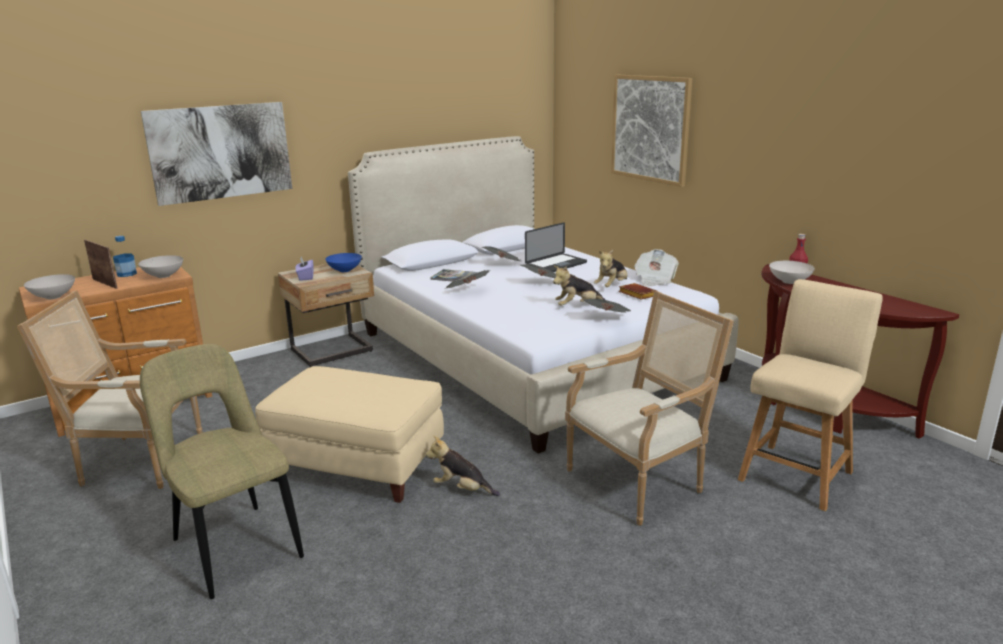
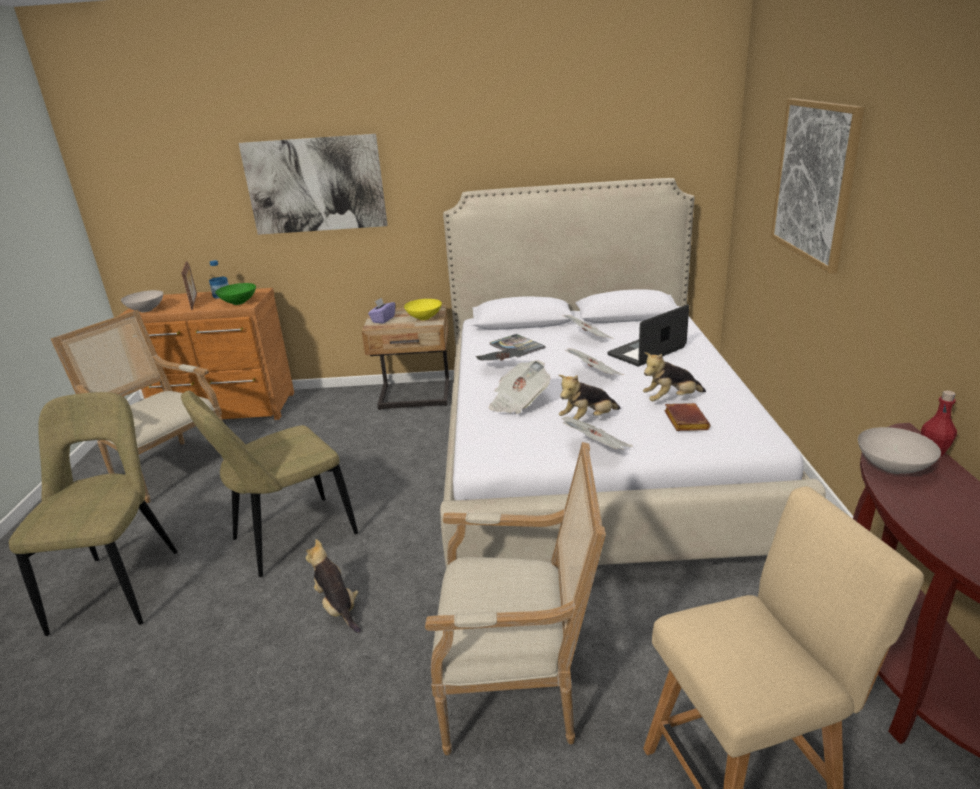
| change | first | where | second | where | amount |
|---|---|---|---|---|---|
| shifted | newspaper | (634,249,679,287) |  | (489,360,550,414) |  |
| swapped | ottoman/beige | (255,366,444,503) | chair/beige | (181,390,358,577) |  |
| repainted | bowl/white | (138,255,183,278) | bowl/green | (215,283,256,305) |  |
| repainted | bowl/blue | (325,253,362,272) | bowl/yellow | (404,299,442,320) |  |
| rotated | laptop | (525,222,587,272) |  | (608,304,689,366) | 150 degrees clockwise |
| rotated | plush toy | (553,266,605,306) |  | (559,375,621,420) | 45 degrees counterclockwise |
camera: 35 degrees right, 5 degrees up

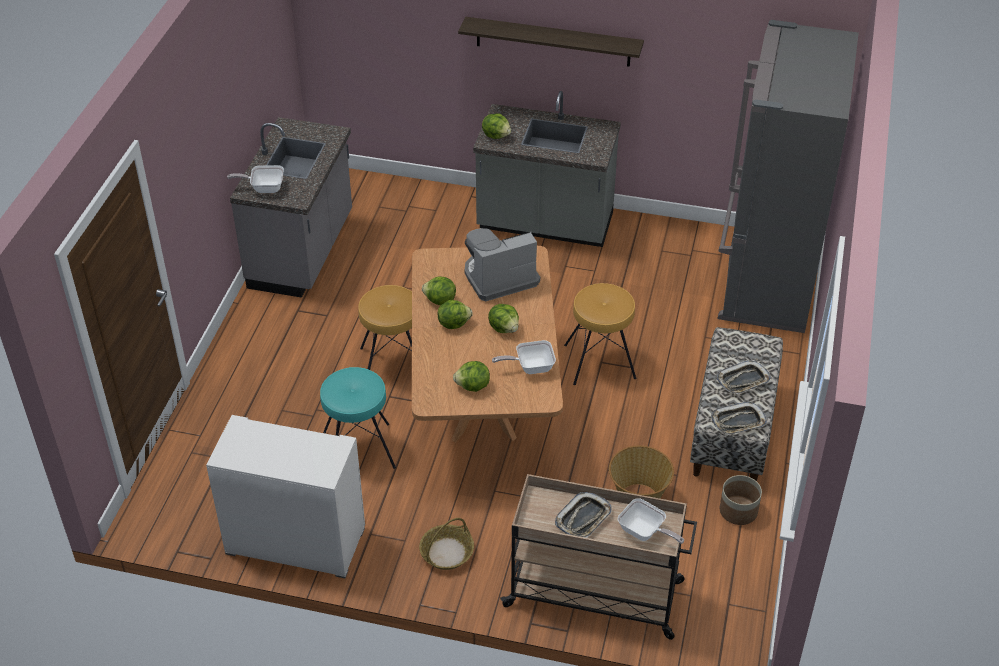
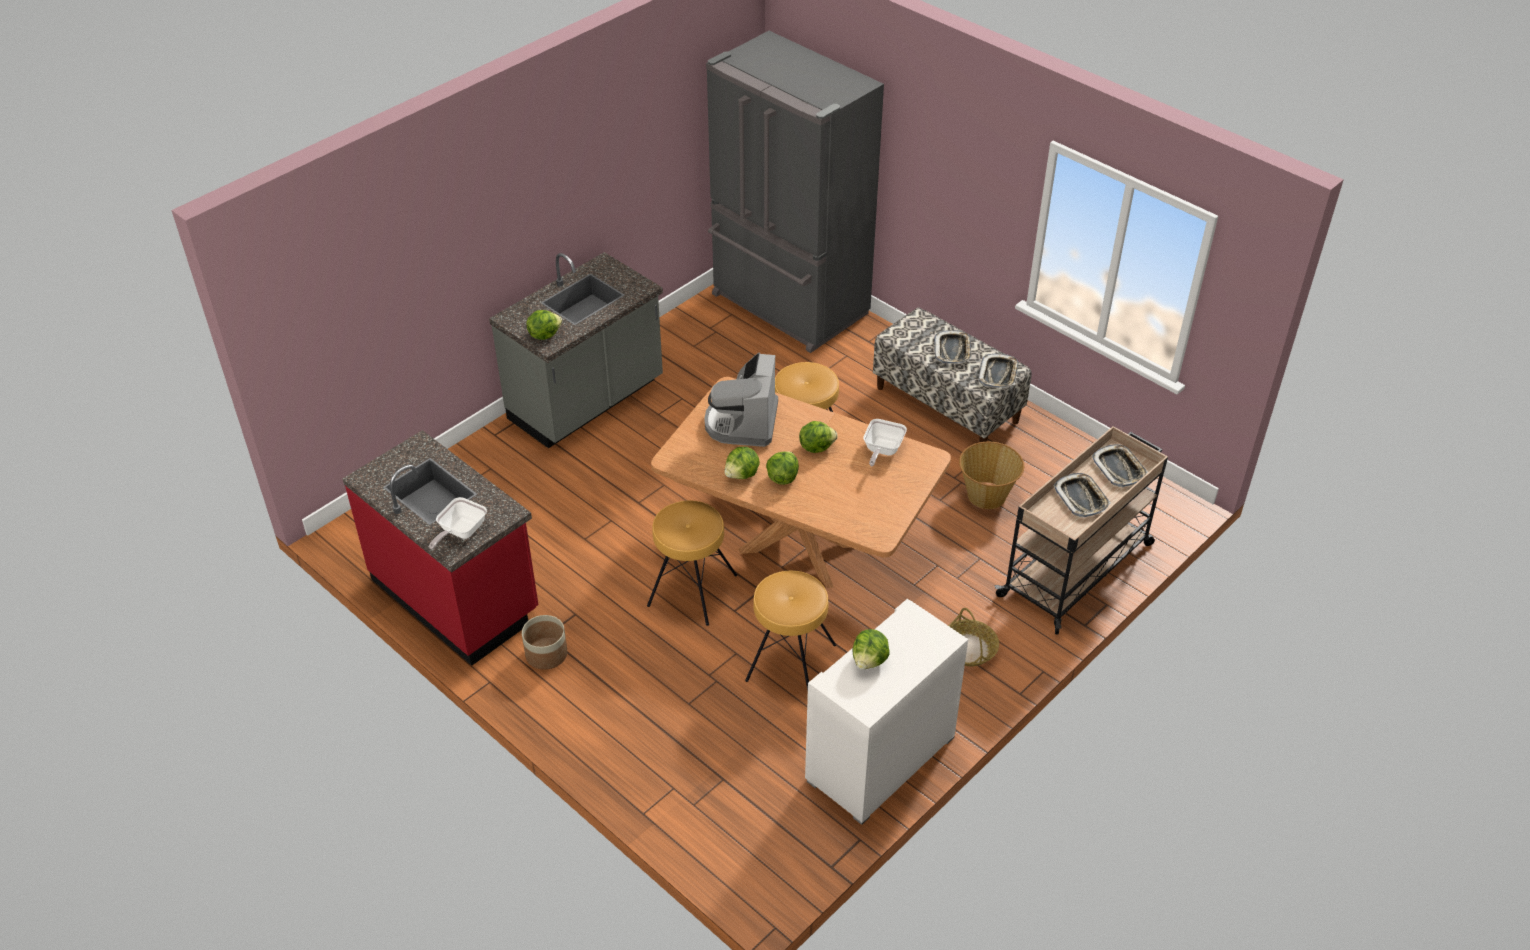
| change | first | where | second | where | amount |
|---|---|---|---|---|---|
| gone | shelf | (458,17,644,67) |  |  |  |
| shifted | lettuce | (453,361,490,392) |  | (852,629,890,669) |  |
| shifted | planter | (720,475,762,525) |  | (522,615,567,670) |  |
| swapped | frying pan | (618,498,684,544) | tray | (1091,444,1148,487) |  |
| repainted | counter/grey | (230,117,352,298) | counter/red | (343,430,539,666) |  |
| repainted | stool/turquoise | (320,367,396,469) | stool/brown | (745,571,836,690) |  |
camera: 60 degrees left, 0 degrees up

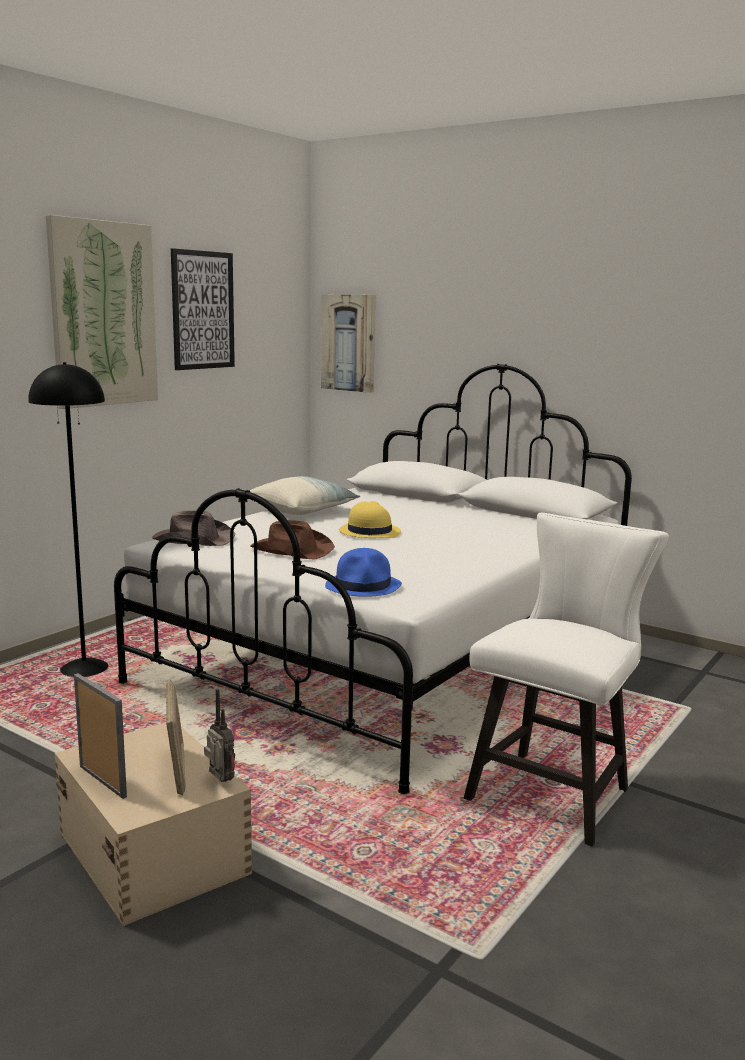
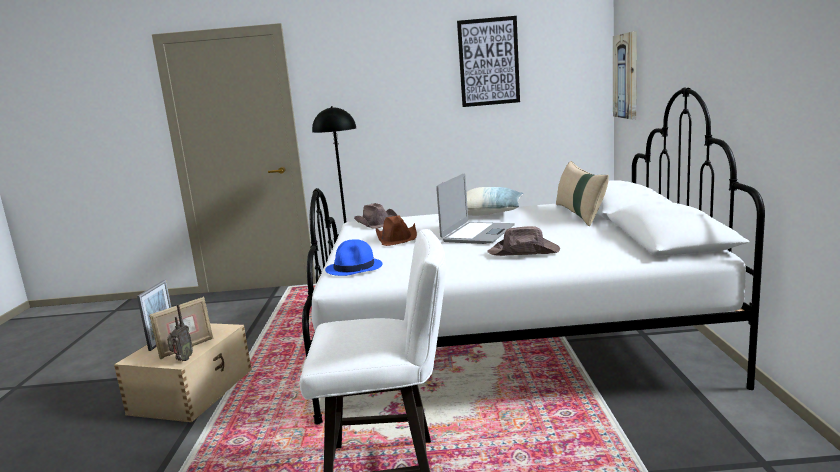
| change | first | where | second | where | amount |
|---|---|---|---|---|---|
| gone | picture | (46,215,158,409) |  |  |  |
| new |  |  | hat/brown | (487,226,560,256) |  |
| new |  |  | pillow/beige | (556,161,609,227) |  |
| swapped | hat/yellow | (339,501,401,538) | laptop | (436,173,515,244) |  |
camera: 55 degrees right, 0 degrees up

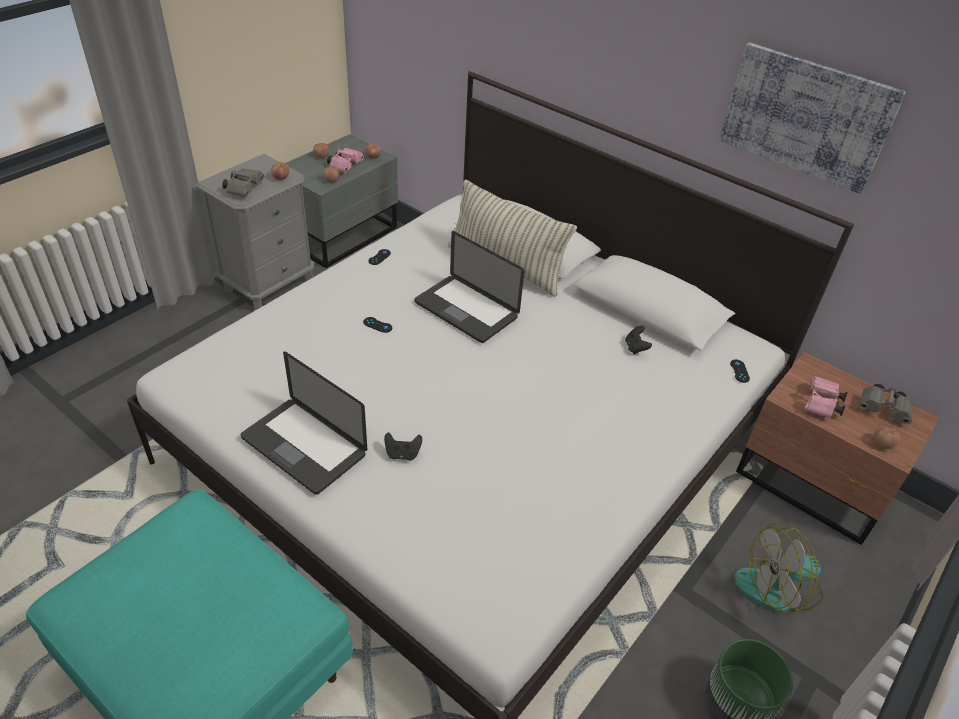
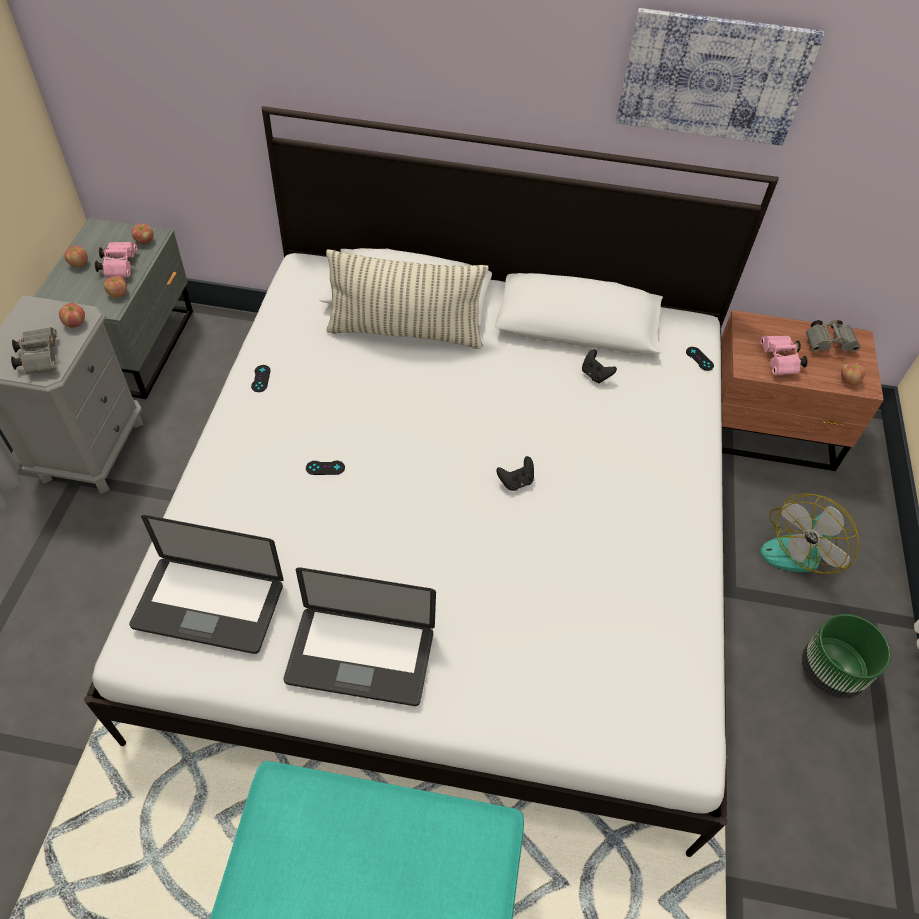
| change | first | where | second | where | amount |
|---|---|---|---|---|---|
| shifted | game controller/black | (384,432,422,461) |  | (496,456,534,491) |  |
| shifted | laptop | (414,231,524,343) |  | (129,515,284,654) |  |
camera: 30 degrees left, 10 degrees up

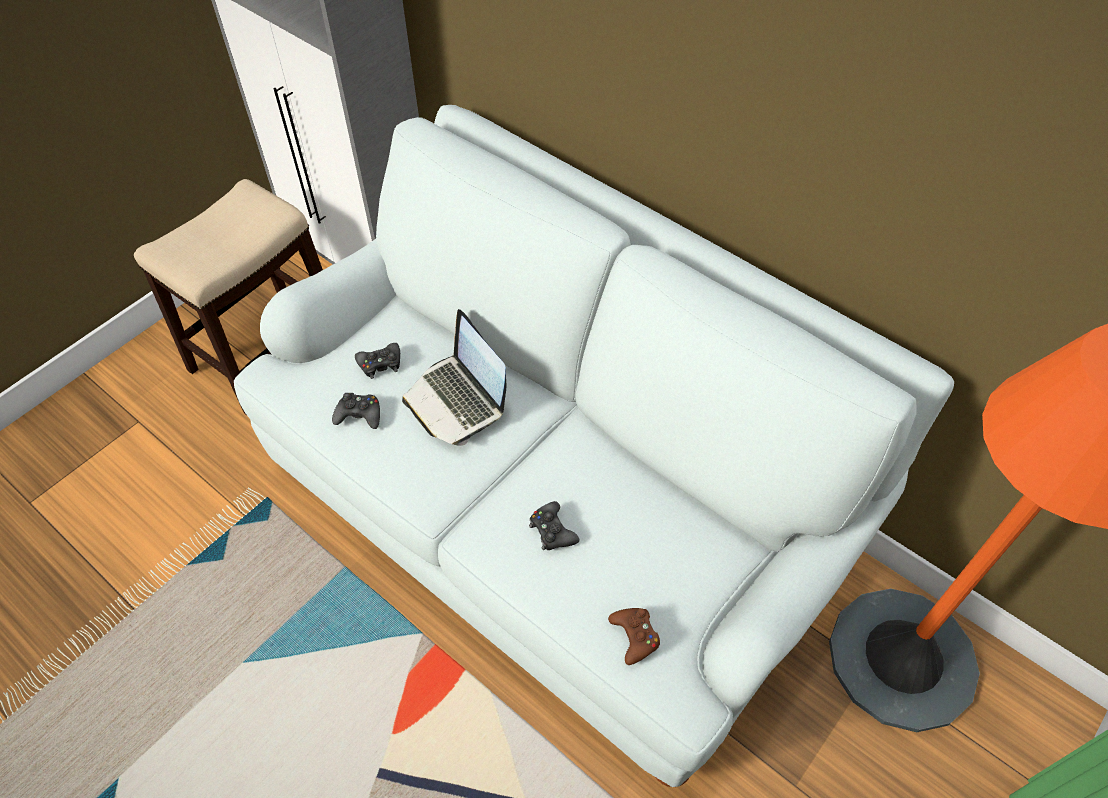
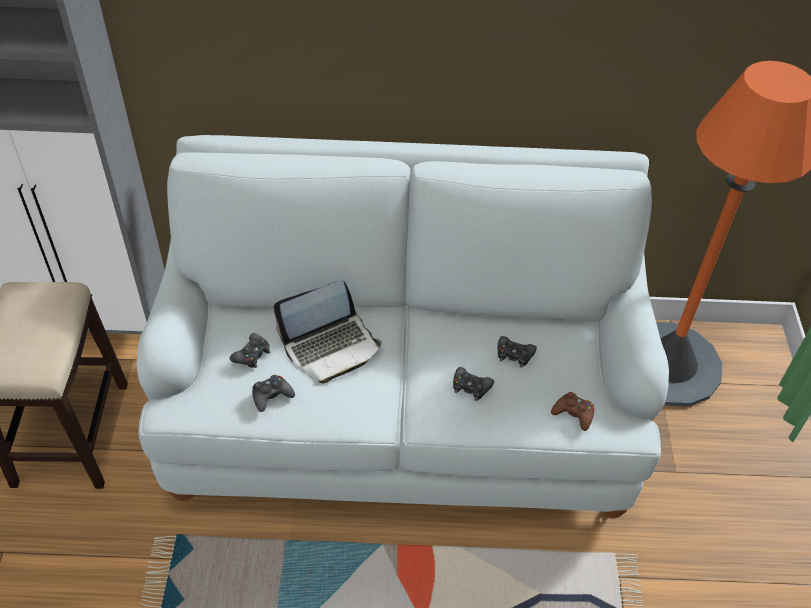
| change | first | where | second | where | amount |
|---|---|---|---|---|---|
| new |  |  | game controller/black | (498,336,537,367) |  |
| rotated | laptop | (402,309,506,446) |  | (273,280,381,384) | 45 degrees counterclockwise |
camera: 40 degrees left, 5 degrees down

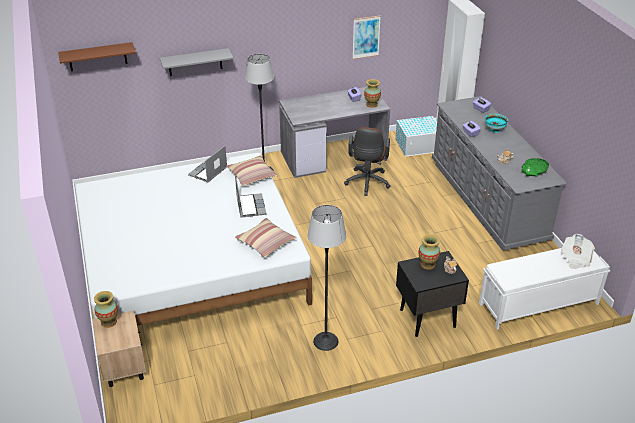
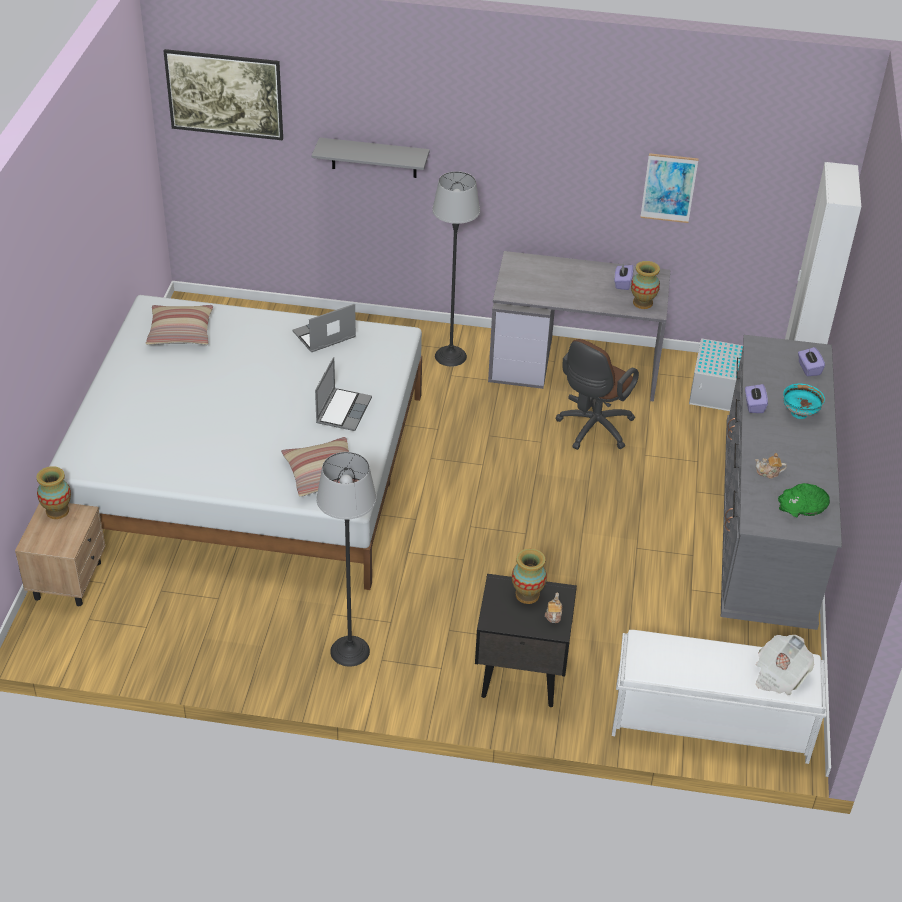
| change | first | where | second | where | amount |
|---|---|---|---|---|---|
| shifted | pillow | (226,156,278,186) |  | (146,305,213,345) |  |
| swapped | shelf/brown | (58,42,136,71) | picture | (164,49,283,141) |  |
camera: 25 degrees right, 5 degrees up

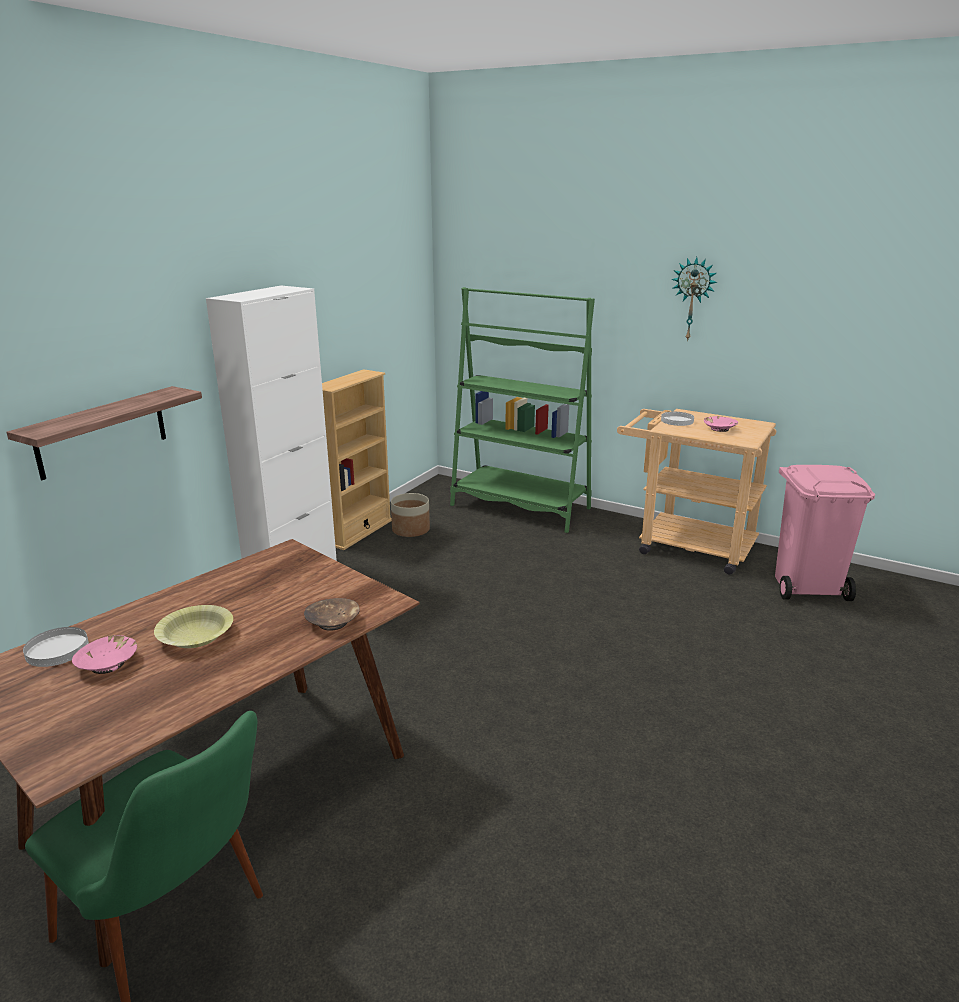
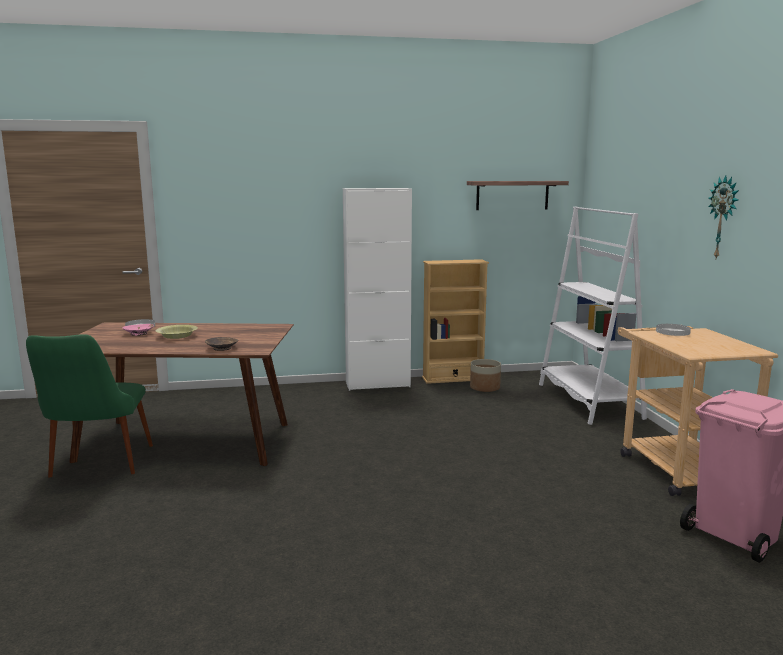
| change | first | where | second | where | amount |
|---|---|---|---|---|---|
| gone | bowl/pink | (704,416,738,432) |  |  |  |
| shifted | shelf | (6,386,202,480) |  | (467,181,569,210) |  |
| repainted | bookcase/green | (450,287,595,533) | bookcase/white | (539,206,647,425) |  |
camera: 50 degrees right, 10 degrees down

